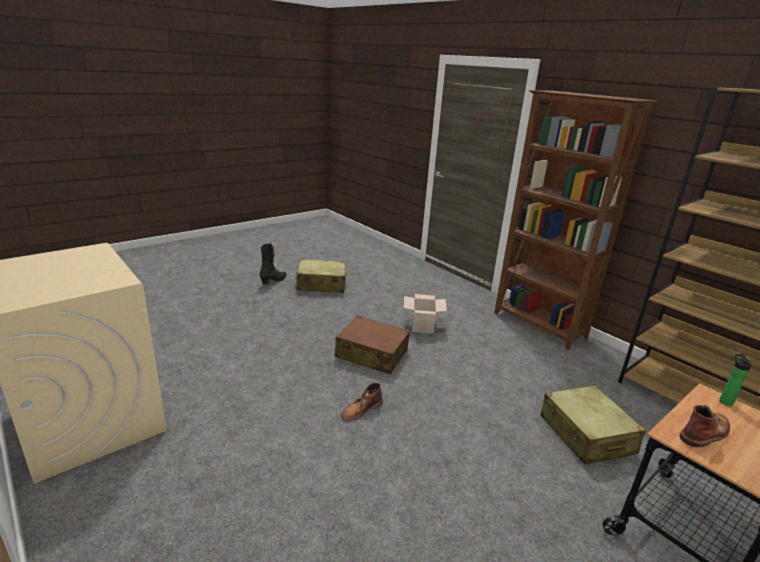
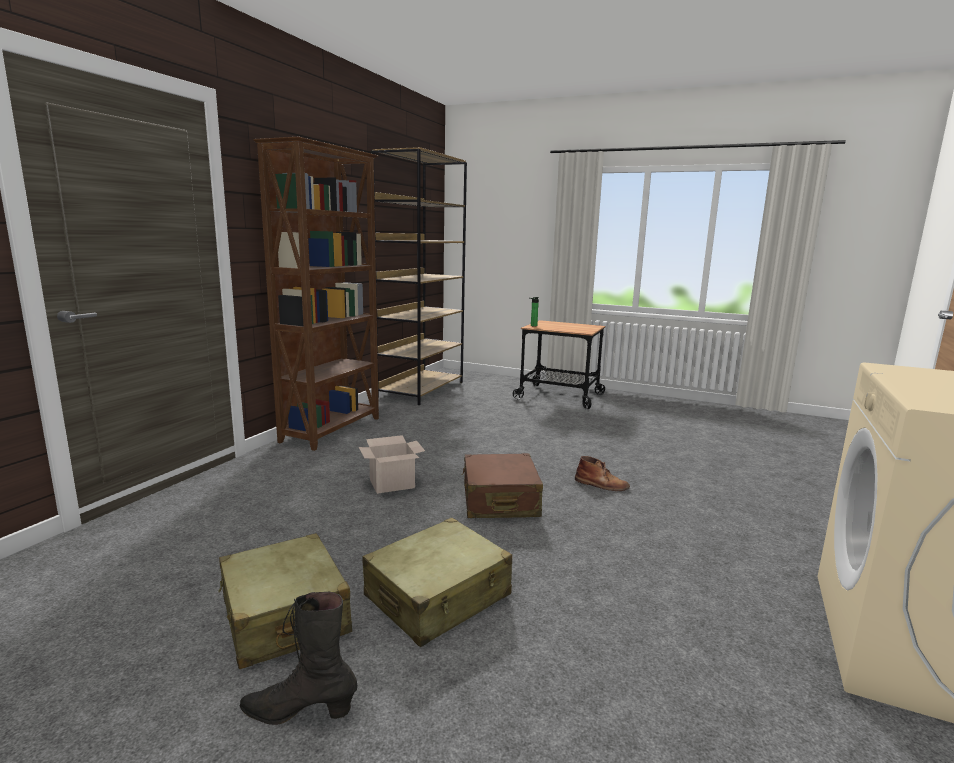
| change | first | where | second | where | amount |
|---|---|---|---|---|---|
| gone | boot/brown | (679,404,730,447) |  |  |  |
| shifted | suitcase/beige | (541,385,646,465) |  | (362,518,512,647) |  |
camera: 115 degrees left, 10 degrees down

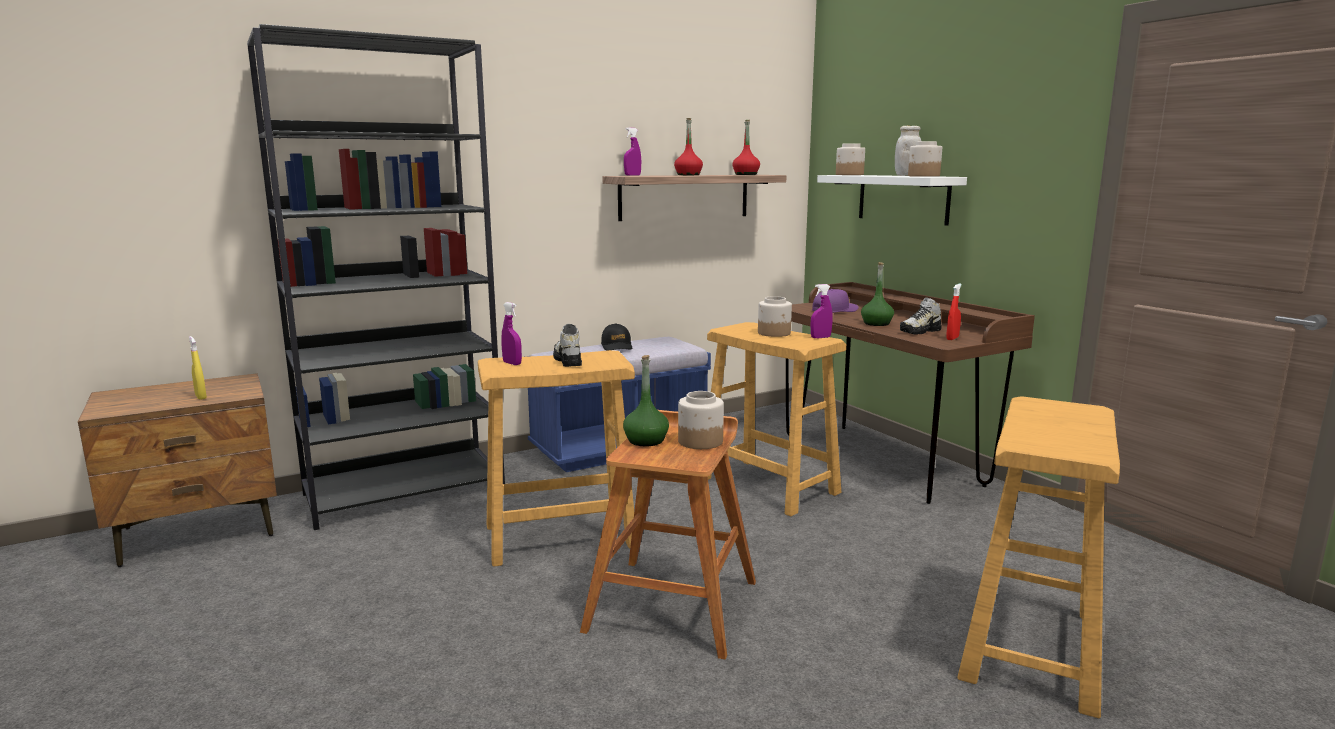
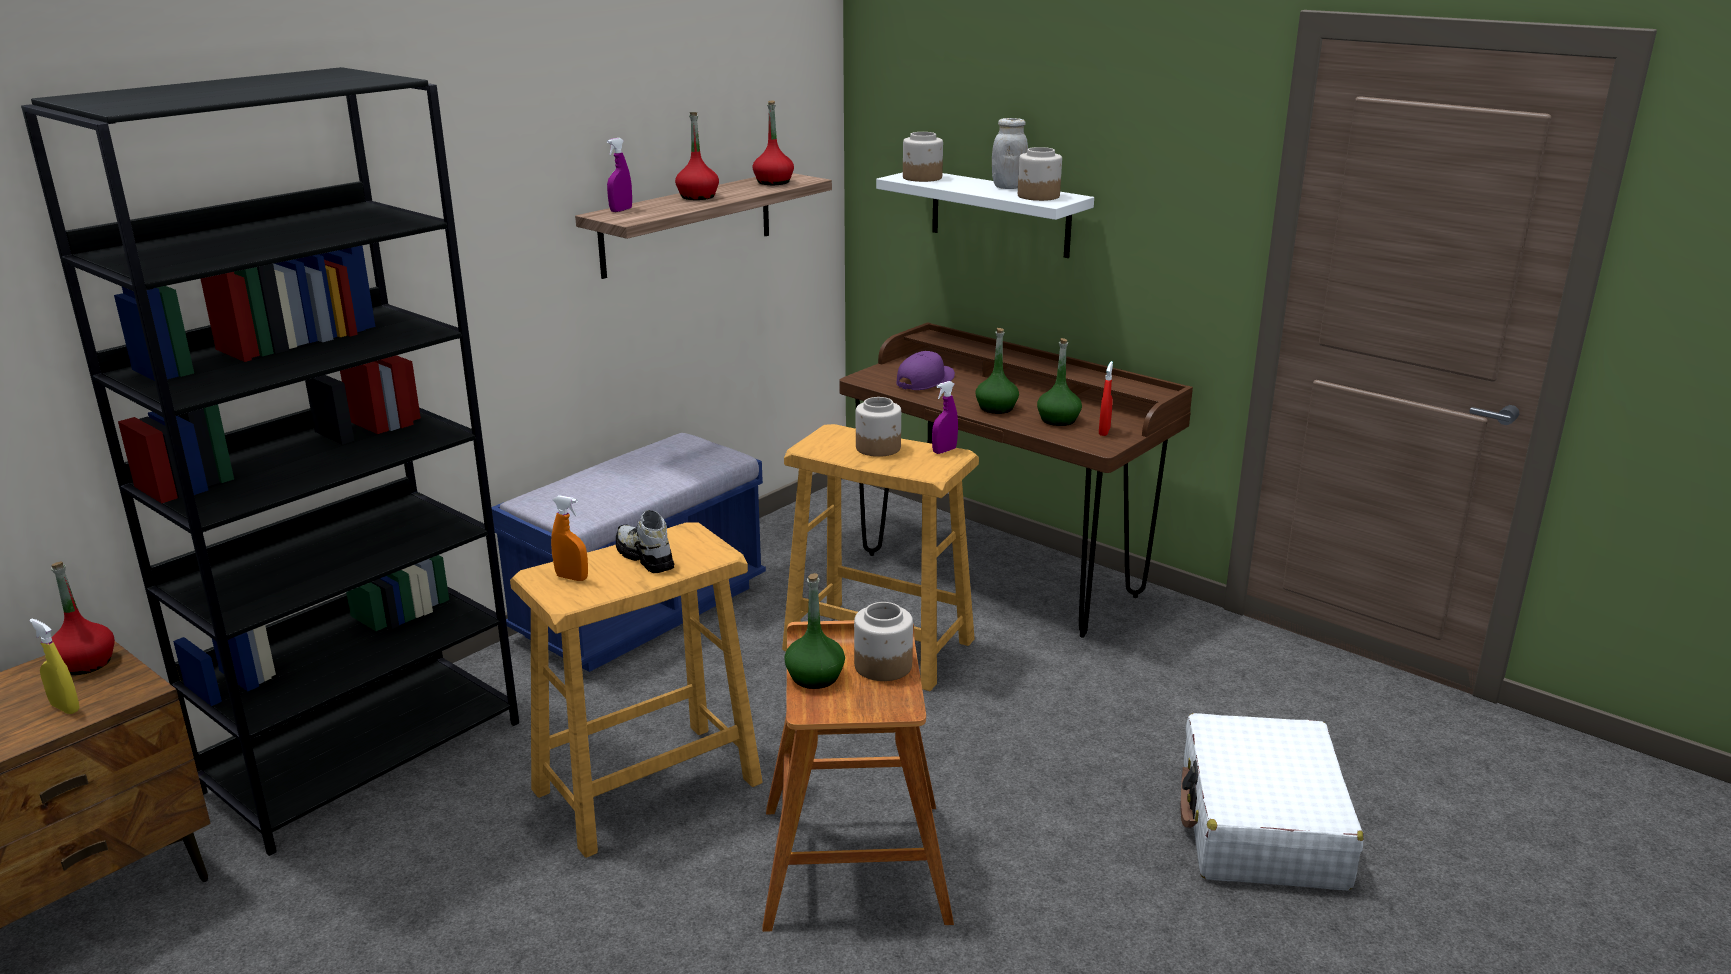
| change | first | where | second | where | amount |
|---|---|---|---|---|---|
| gone | cap/black | (601,324,632,351) |  |  |  |
| new |  |  | bottle/red | (51,561,115,675) |  |
| swapped | shoe | (900,298,942,335) | bottle/green | (1037,338,1082,426) |  |
| swapped | stool/beige | (957,396,1120,718) | suitcase/white | (1181,713,1364,890) |  |
| repainted | spray bottle/purple | (501,302,522,365) | spray bottle/orange | (551,495,588,581) |  |
camera: 20 degrees left, 10 degrees up

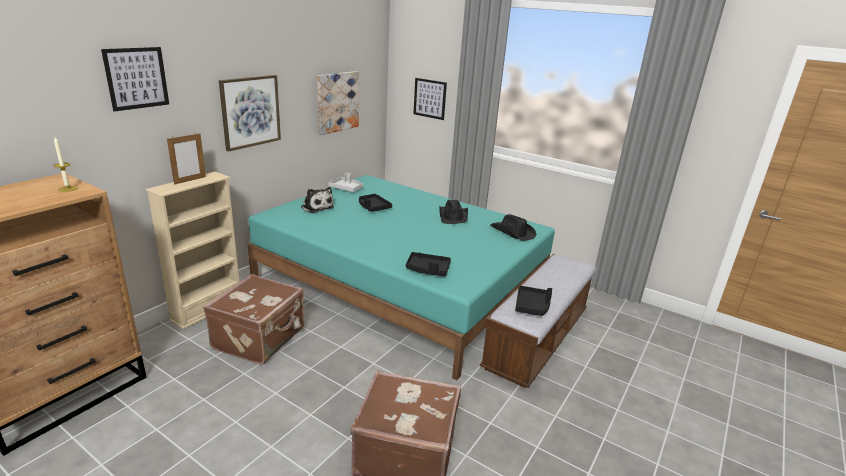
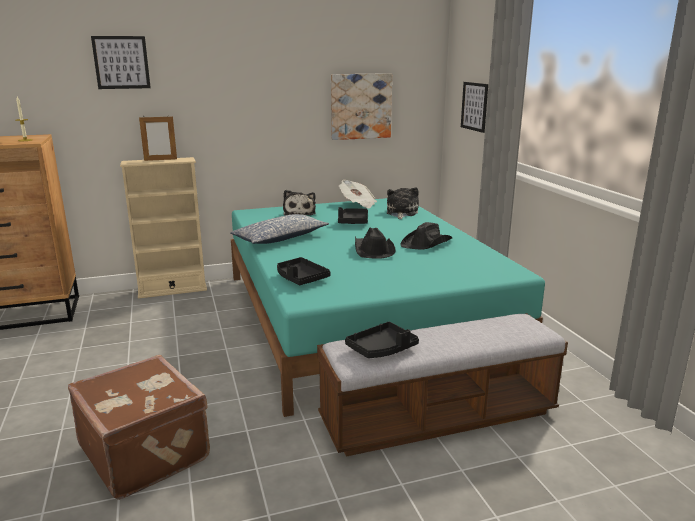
| change | first | where | second | where | amount |
|---|---|---|---|---|---|
| gone | suitcase/brown | (203,274,304,365) |  |  |  |
| gone | picture | (219,75,281,152) |  |  |  |
| new |  |  | pillow | (230,214,329,244) |  |
| new |  |  | plush toy | (387,188,419,219) |  |
| shifted | hat/black | (491,214,536,241) |  | (355,227,395,259) |  |
| swapped | tray/grey | (328,173,363,192) | newspaper | (339,180,377,208) |  |
camera: 40 degrees right, 5 degrees down

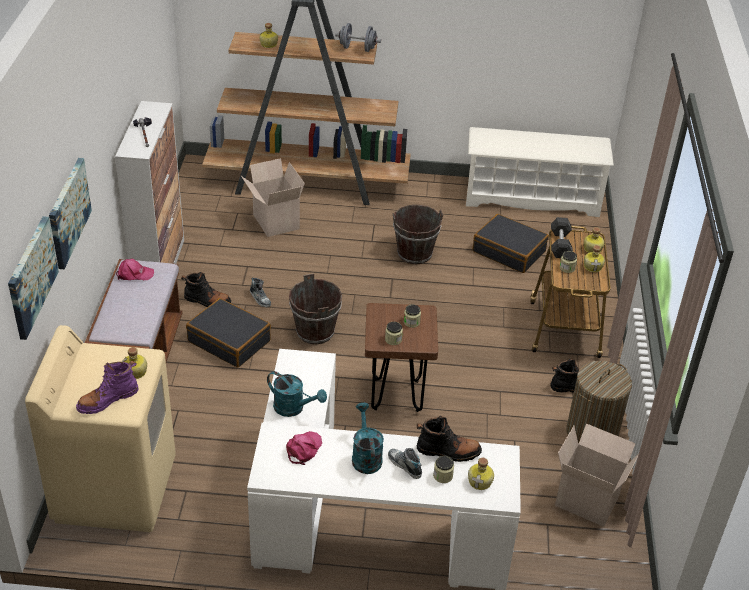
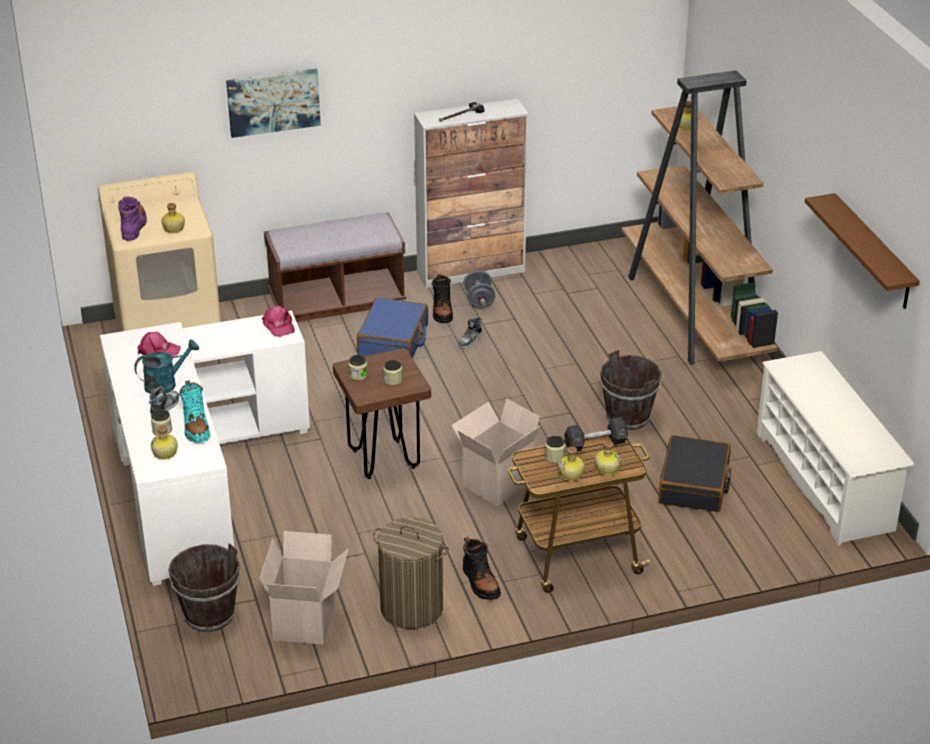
| change | first | where | second | where | amount |
|---|---|---|---|---|---|
| gone | picture | (8,216,59,340) |  |  |  |
| gone | watering can/turquoise | (267,371,327,417) |  |  |  |
| new |  |  | shelf/brown | (805,193,920,308) |  |
| shifted | cap/pink | (116,259,154,281) |  | (262,305,295,337) |  |
| shifted | cardboard box | (241,158,305,237) |  | (451,398,540,506) |  |
| shifted | bucket/brown | (289,274,342,345) |  | (168,543,240,632) |  |
| shifted | dumbbell/grey | (335,23,381,52) |  | (464,270,495,309) |  |
| repainted | suitcase/black | (186,298,271,368) | suitcase/blue | (357,298,428,358) |  |
| repainted | boot/black | (417,416,482,462) | boot/turquoise | (179,380,210,443) |  |
| rotated | boot/purple | (76,361,138,414) |  | (118,197,147,241) | 60 degrees clockwise |
camera: 70 degrees right, 5 degrees down

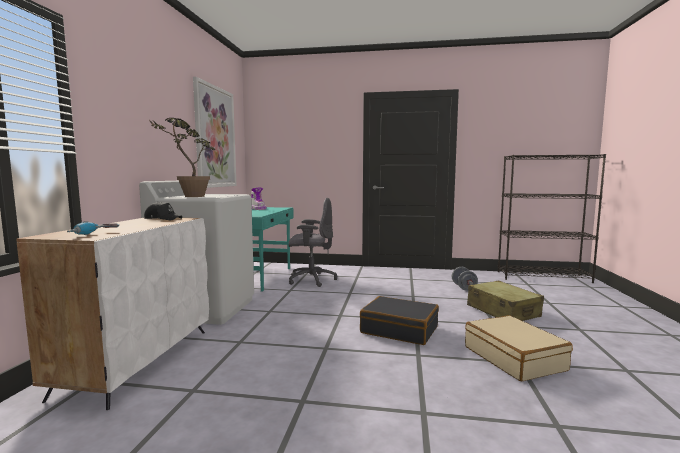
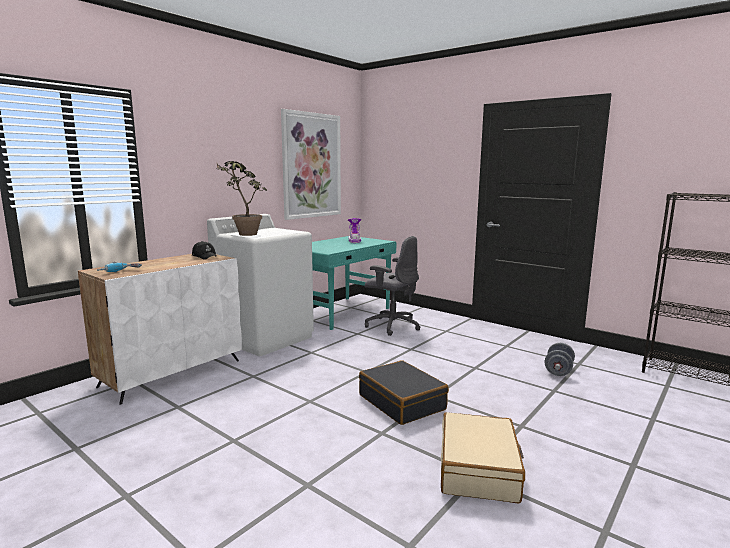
| change | first | where | second | where | amount |
|---|---|---|---|---|---|
| gone | suitcase/beige | (467,280,544,321) |  |  |  |
camera: 30 degrees right, 5 degrees up

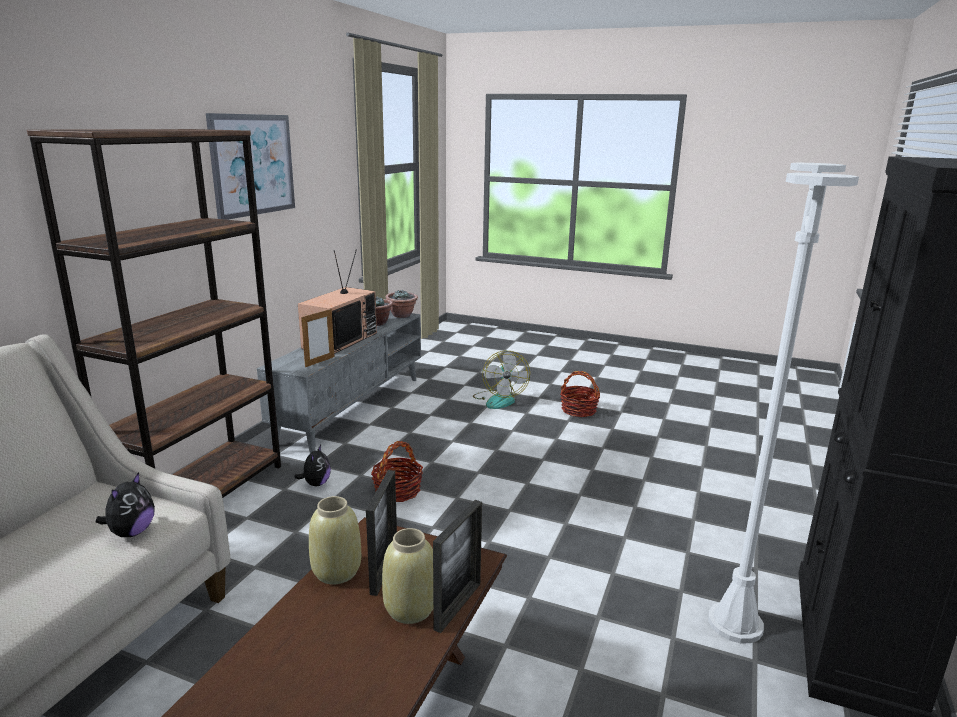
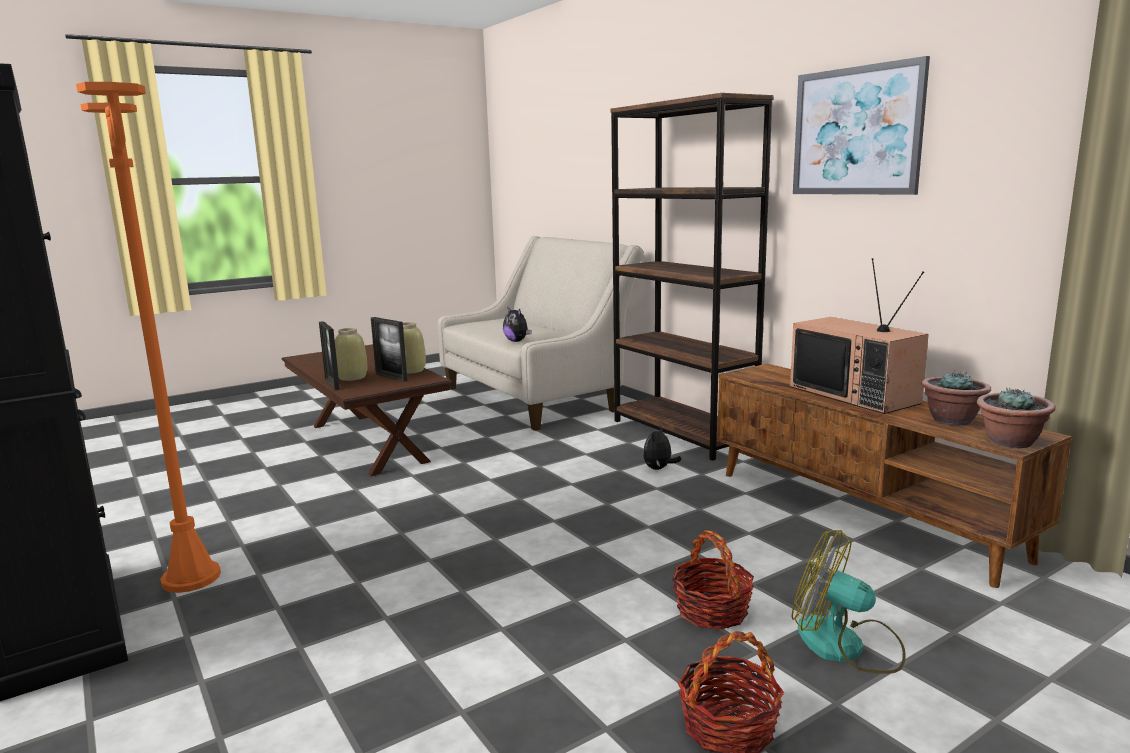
| change | first | where | second | where | amount |
|---|---|---|---|---|---|
| gone | picture frame | (301,308,334,367) |  |  |  |
| shifted | basket | (371,441,423,502) |  | (672,530,754,630) |  |
| repainted | tv stand/grey | (257,310,421,453) | tv stand/brown | (717,363,1072,588) |  |
| repainted | floor lamp/white | (708,162,859,643) | floor lamp/orange | (76,82,221,593) |  |
| rotated | plush toy | (294,445,331,486) |  | (643,427,681,470) | 75 degrees clockwise |
camera: 125 degrees right, 5 degrees down

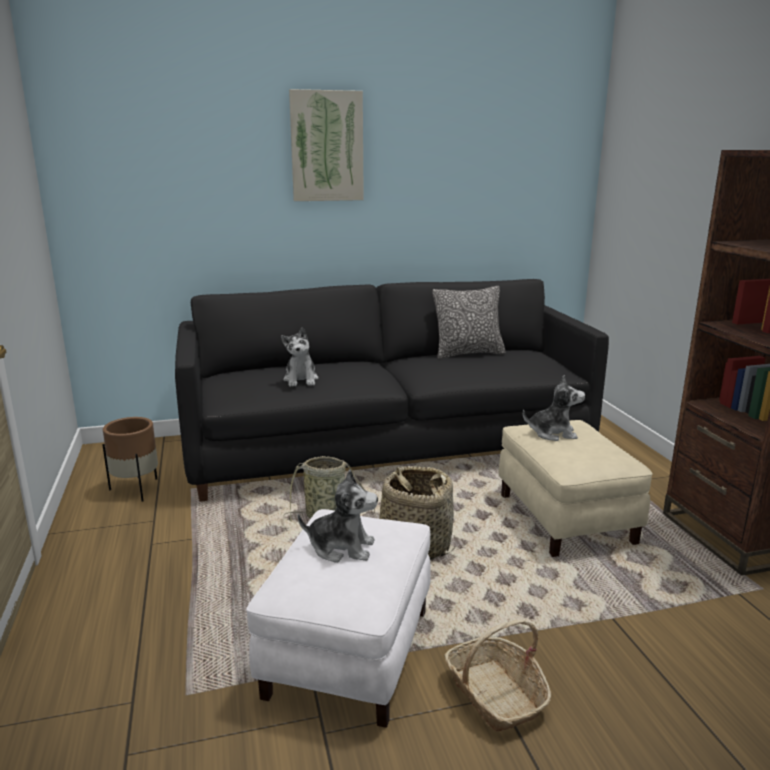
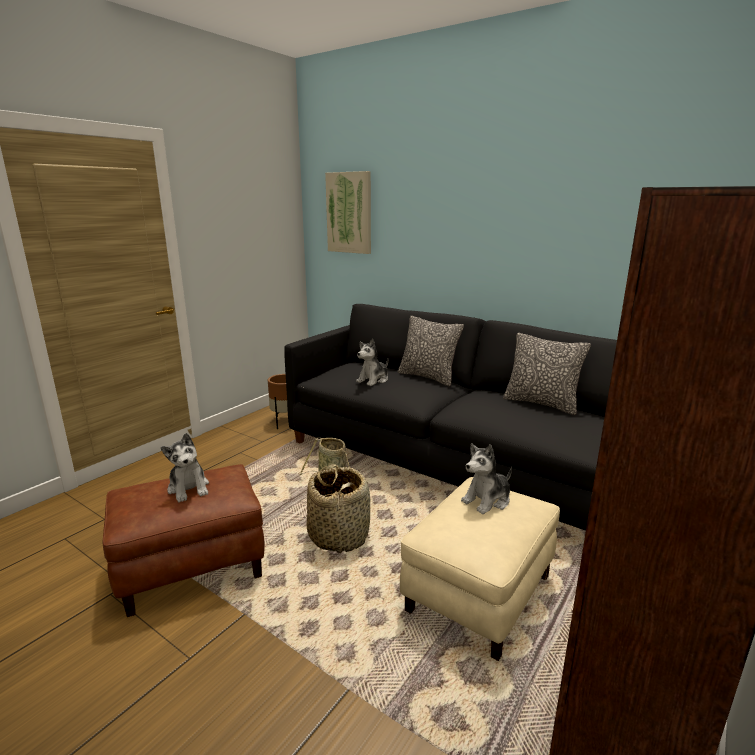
| change | first | where | second | where | amount |
|---|---|---|---|---|---|
| gone | basket | (444,620,551,732) |  |  |  |
| new |  |  | pillow | (398,316,464,386) |  |
| shifted | picture | (289,89,364,201) |  | (325,171,371,254) |  |
| repainted | ottoman/white | (246,509,431,728) | ottoman/brown | (103,464,265,617) |  |
| rotated | plush toy | (523,375,585,441) |  | (461,443,512,514) | 90 degrees clockwise |
camera: 50 degrees right, 0 degrees up

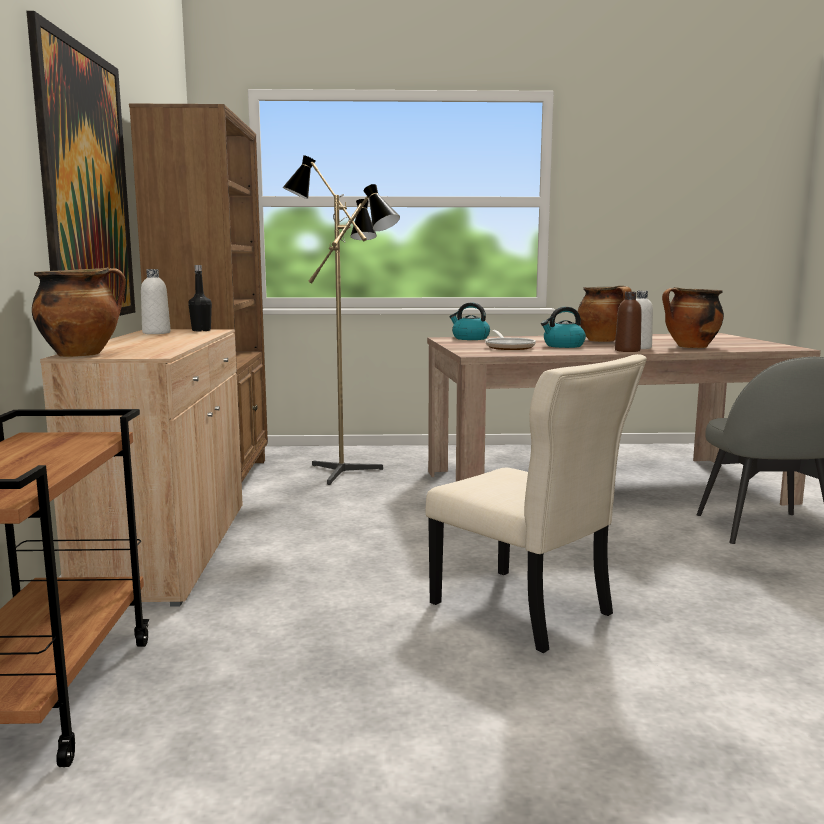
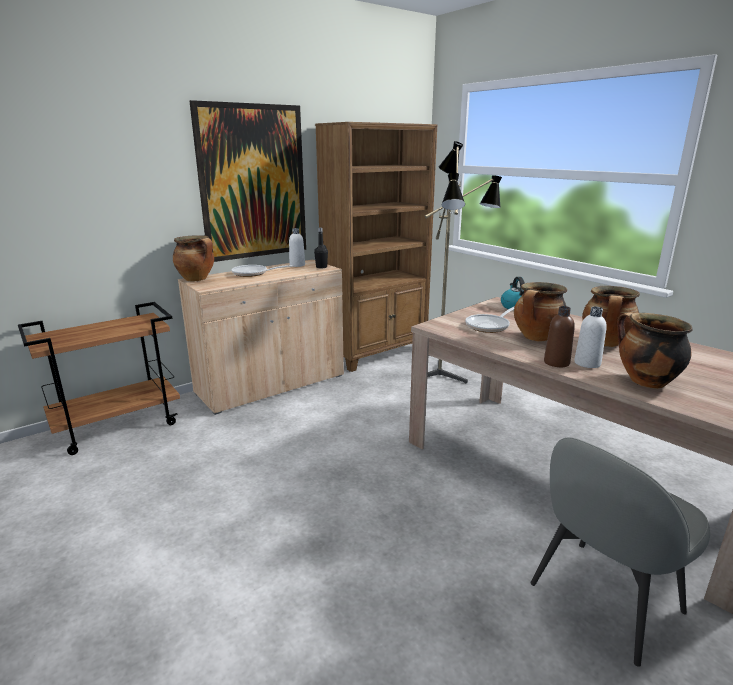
| change | first | where | second | where | amount |
|---|---|---|---|---|---|
| gone | chair/beige | (426,354,647,653) |  |  |  |
| new |  |  | frying pan | (232,265,292,277) |  |
| swapped | kettle | (541,307,586,348) | cooking pot | (514,282,567,342) |  |
camera: 55 degrees right, 10 degrees up

